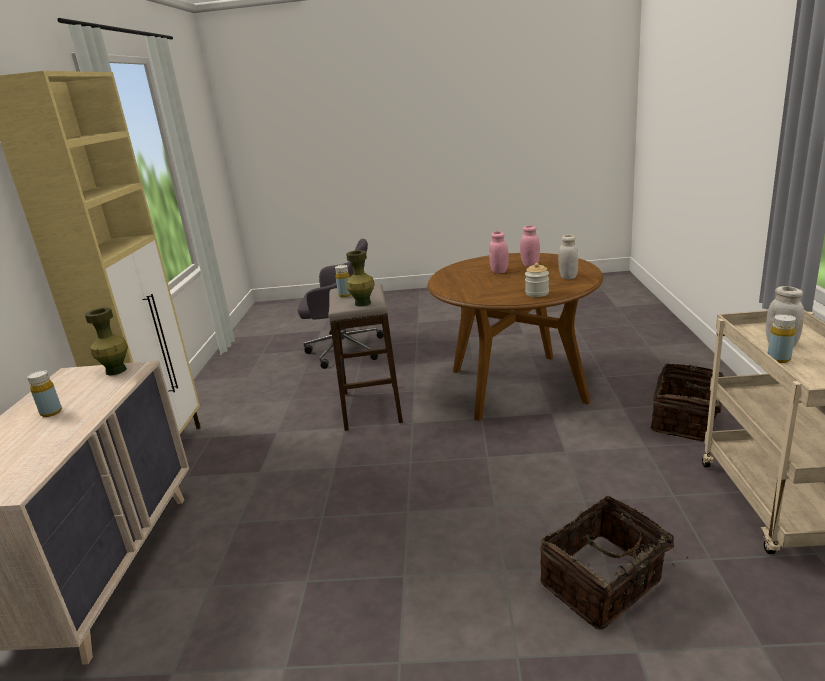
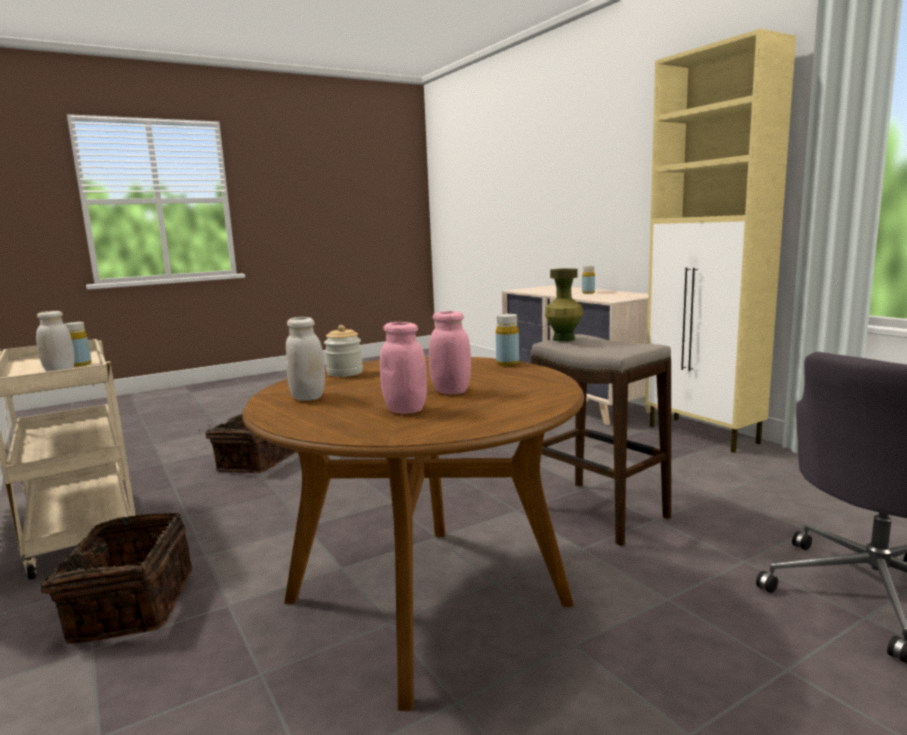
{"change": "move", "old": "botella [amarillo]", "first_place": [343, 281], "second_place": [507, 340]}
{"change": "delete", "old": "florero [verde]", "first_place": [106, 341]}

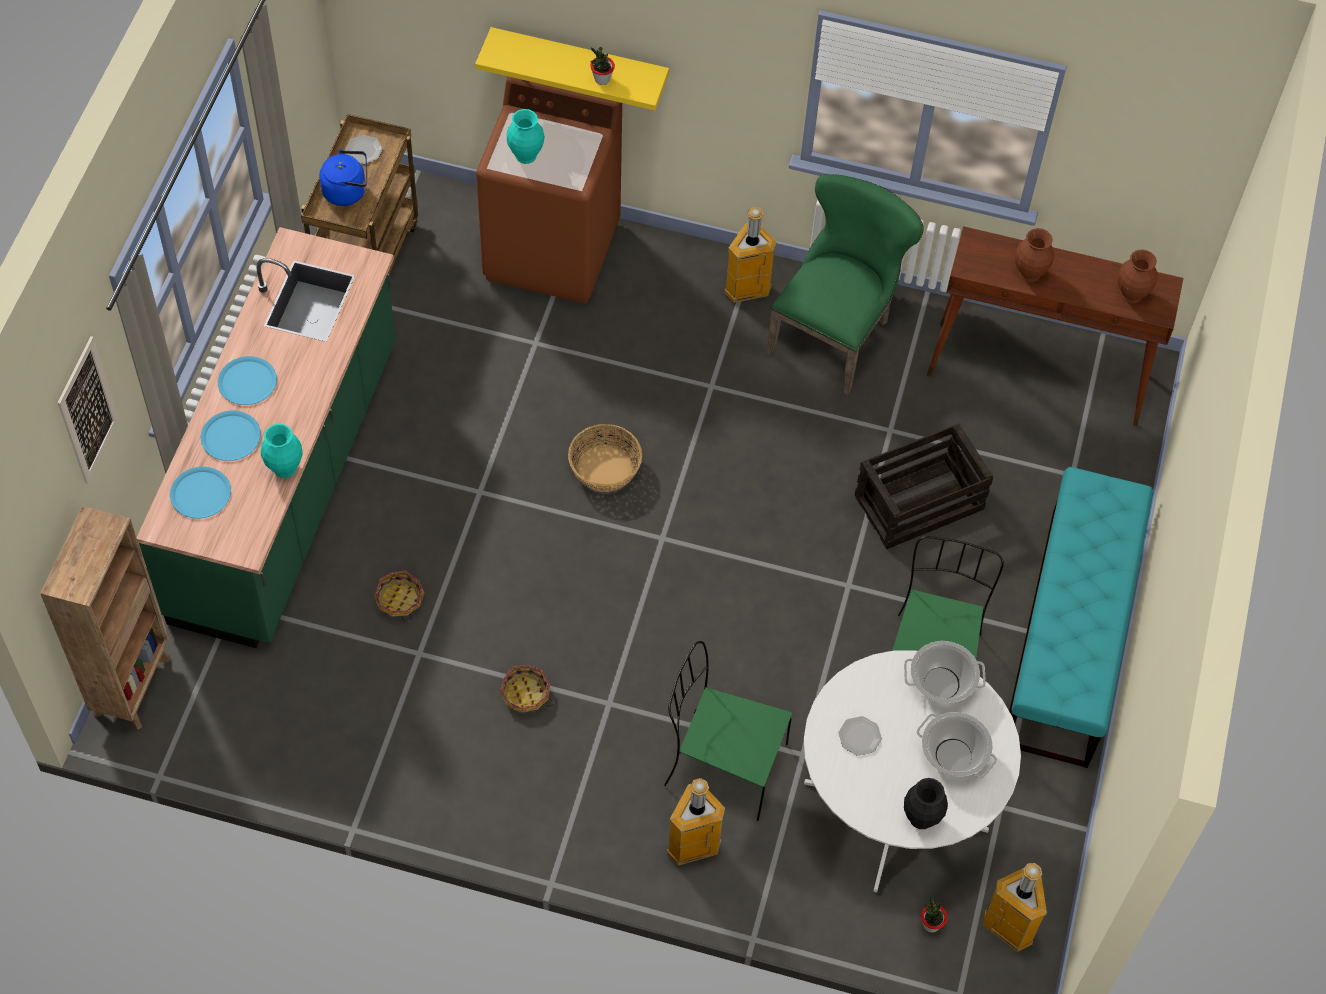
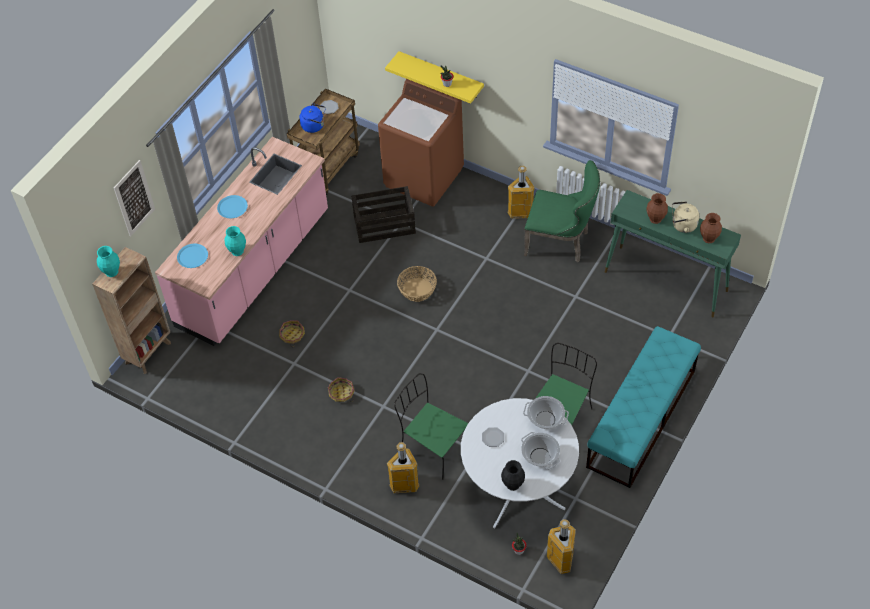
{"change": "move", "old": "florero [turquesa]", "first_place": [526, 136], "second_place": [108, 261]}
{"change": "rotate", "old": "silla [verde]", "first_place": [845, 284], "second_place": [562, 211], "degrees": 60}
{"change": "recolor", "old": "mesa consola [marrón]", "new": "mesa consola [verde]", "first_place": [1055, 326], "second_place": [673, 254]}
{"change": "recolor", "old": "mueble bajo de cocina [verde]", "new": "mueble bajo de cocina [rosa]", "first_place": [266, 437], "second_place": [241, 241]}
{"change": "delete", "old": "plato [azul]", "first_place": [231, 436]}
{"change": "move", "old": "caja de embalaje", "first_place": [924, 486], "second_place": [383, 214]}
{"change": "insert", "new": "hervidor [beis]", "second_place": [685, 217]}

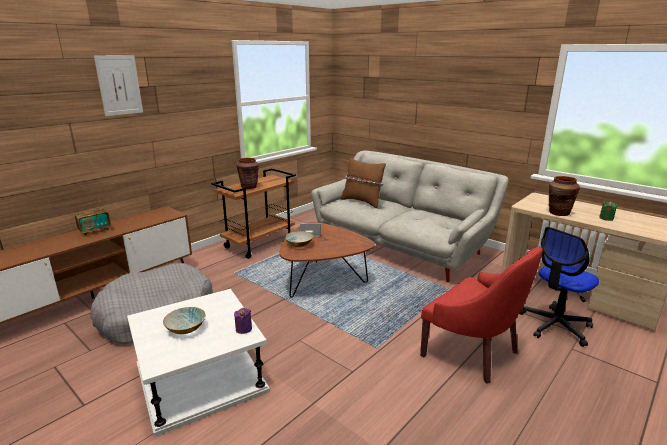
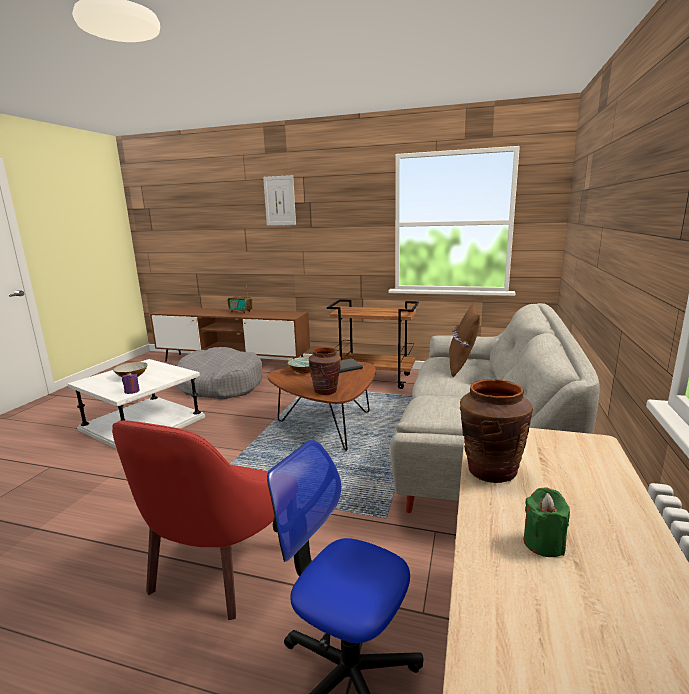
{"change": "move", "old": "florero [marrón]", "first_place": [247, 173], "second_place": [325, 371]}

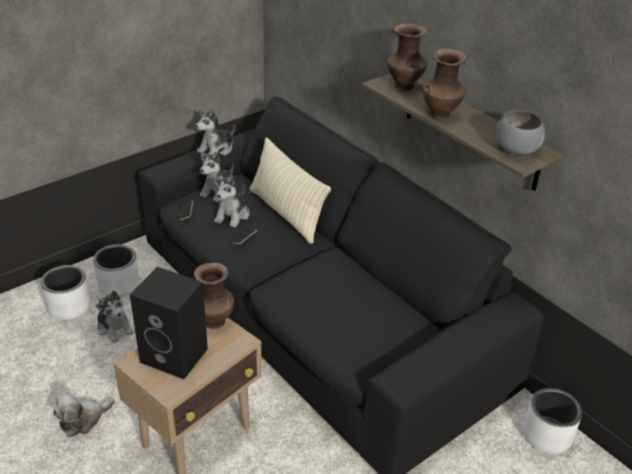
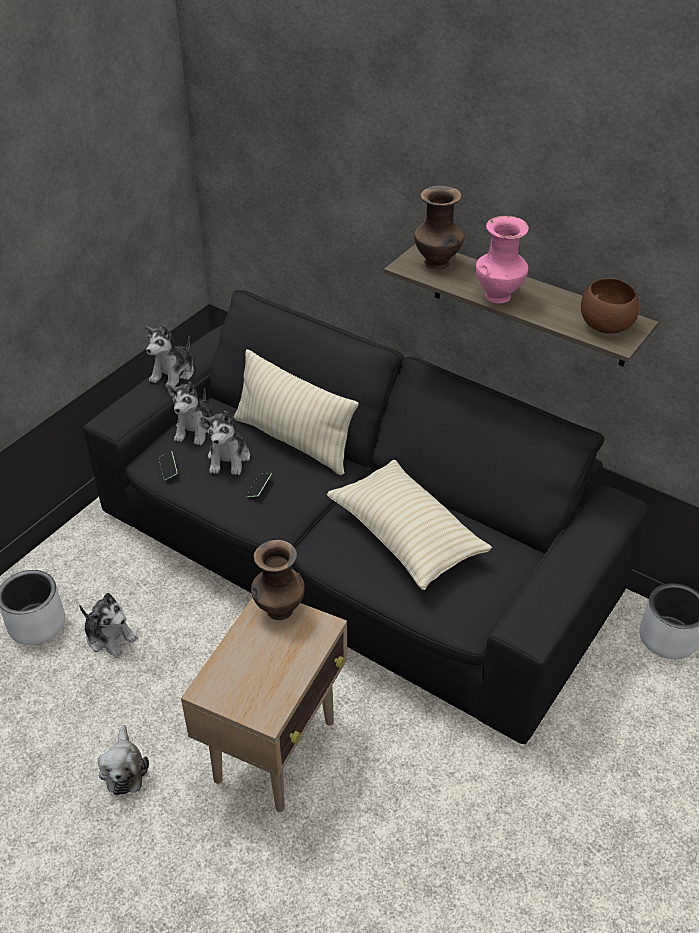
{"change": "recolor", "old": "florero [marrón]", "new": "florero [rosa]", "first_place": [444, 84], "second_place": [502, 259]}
{"change": "recolor", "old": "cuenco [gris]", "new": "cuenco [marrón]", "first_place": [520, 132], "second_place": [610, 306]}
{"change": "delete", "old": "maceta [blanco]", "first_place": [116, 270]}
{"change": "delete", "old": "altavoz [negro]", "first_place": [169, 323]}
{"change": "rotate", "old": "peluche", "first_place": [84, 415], "second_place": [123, 760], "degrees": -45}
{"change": "insert", "new": "cojín [beis]", "second_place": [409, 525]}

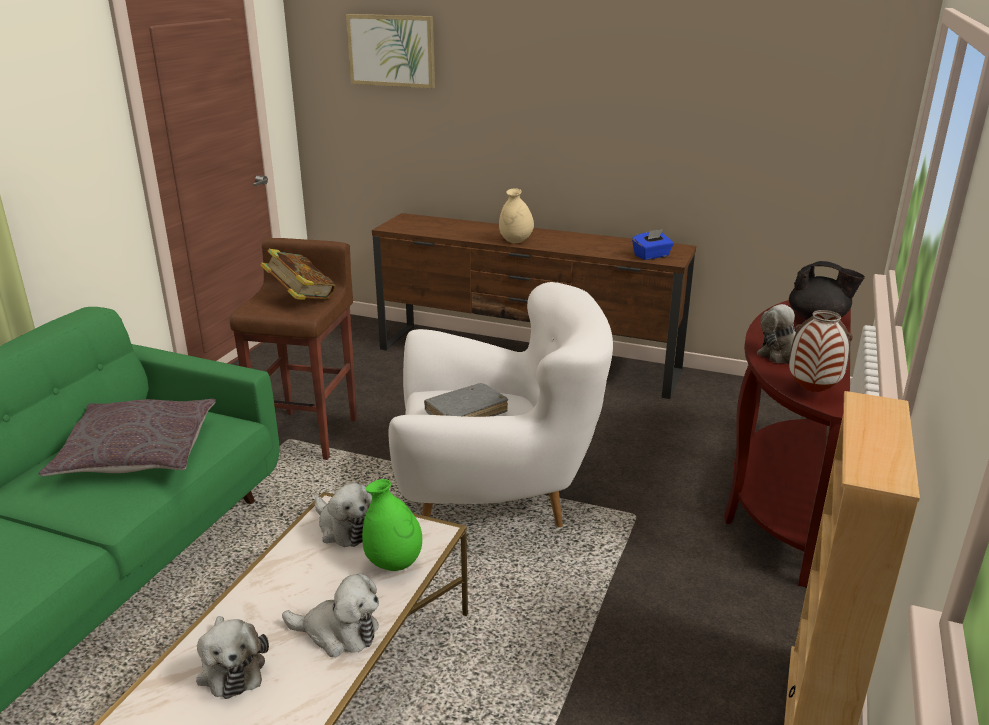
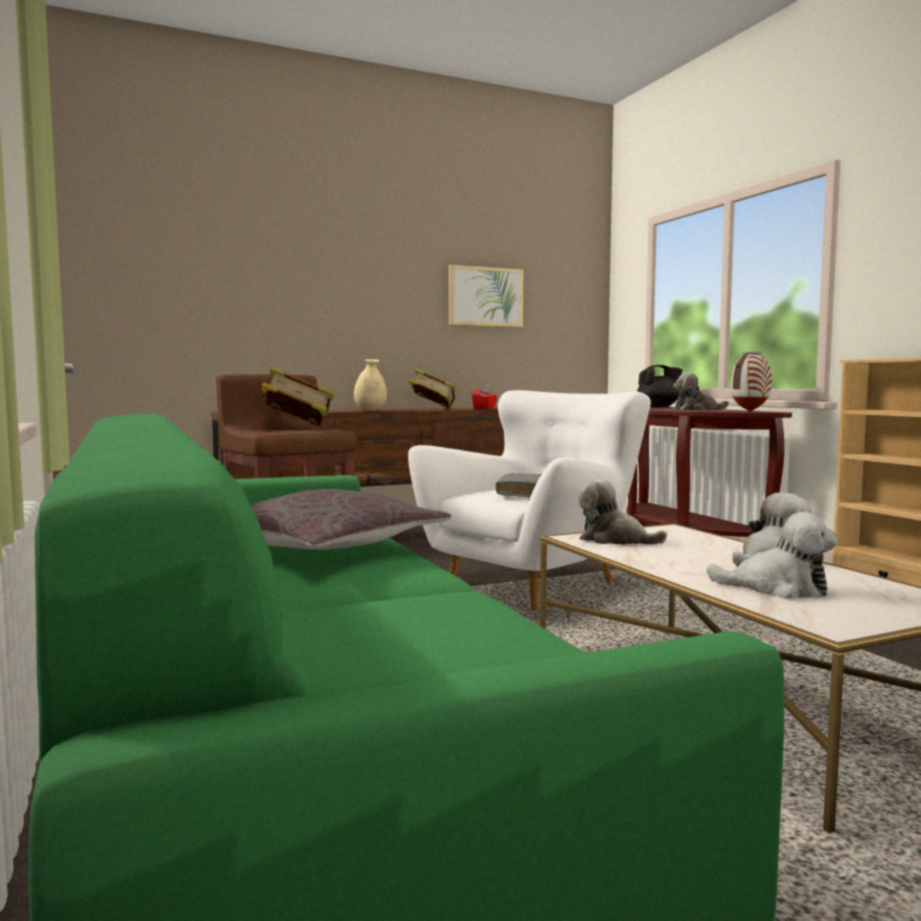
{"change": "move", "old": "cuadro", "first_place": [390, 51], "second_place": [486, 296]}
{"change": "recolor", "old": "caja de pañuelos [azul]", "new": "caja de pañuelos [rojo]", "first_place": [653, 244], "second_place": [485, 397]}
{"change": "delete", "old": "florero [verde]", "first_place": [392, 525]}
{"change": "rotate", "old": "peluche", "first_place": [343, 515], "second_place": [623, 512], "degrees": -150}
{"change": "insert", "new": "libro", "second_place": [432, 388]}

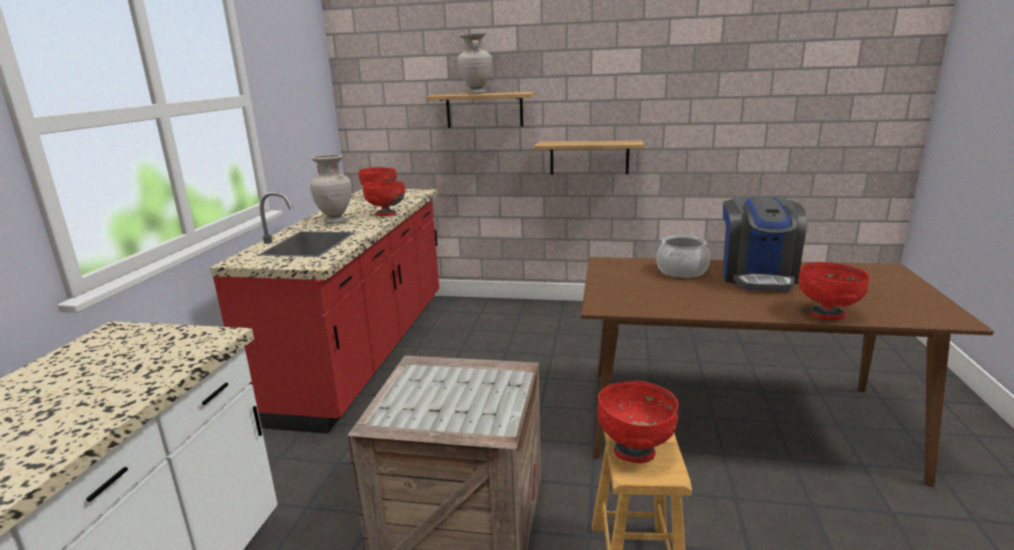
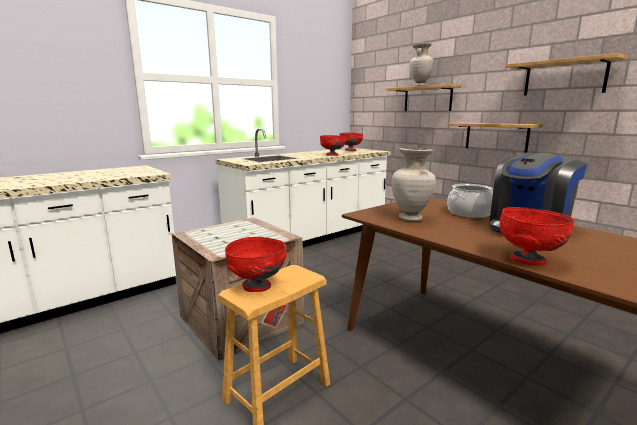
{"change": "move", "old": "florero [beis]", "first_place": [331, 189], "second_place": [414, 184]}
{"change": "recolor", "old": "mueble bajo de cocina [rojo]", "new": "mueble bajo de cocina [blanco]", "first_place": [324, 311], "second_place": [302, 187]}
{"change": "insert", "new": "estante", "second_place": [566, 74]}

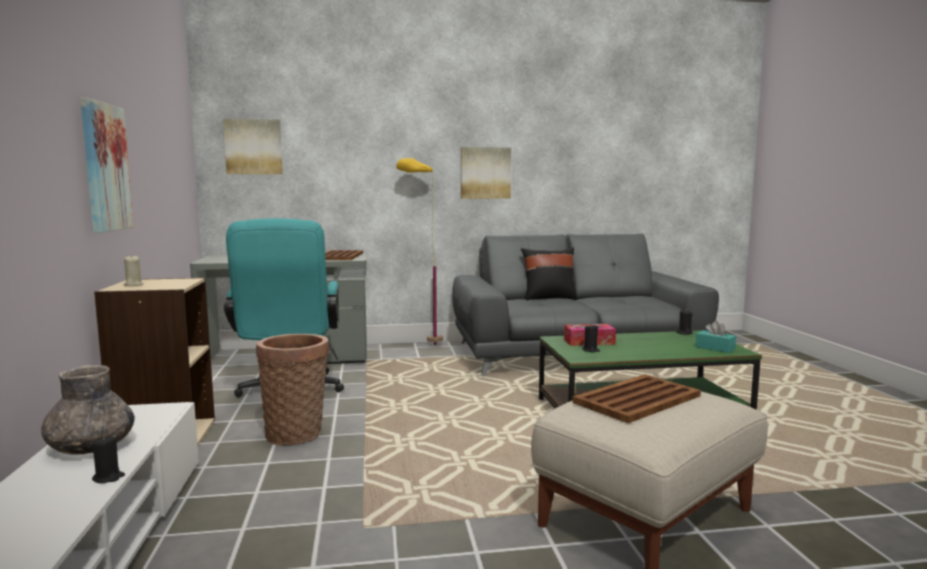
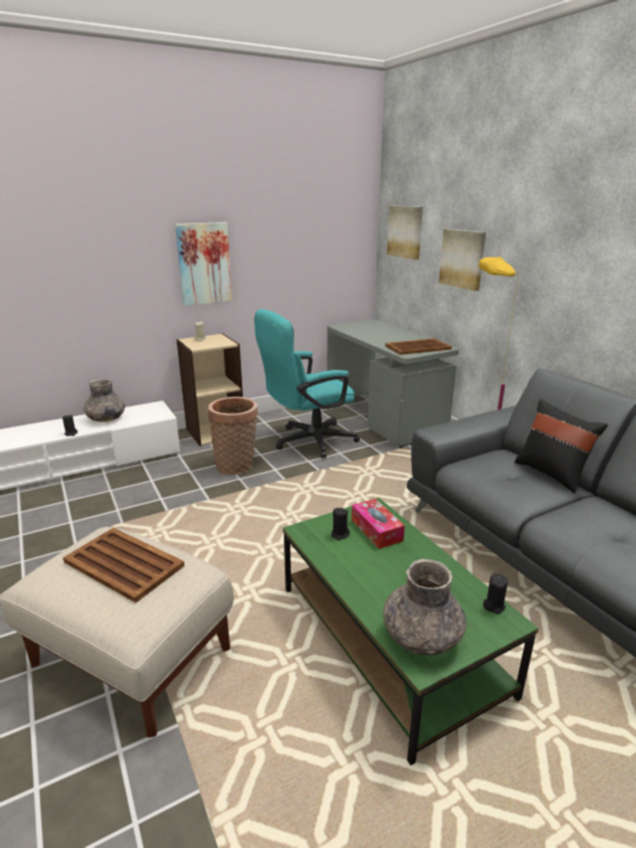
{"change": "move", "old": "cuadro", "first_place": [486, 173], "second_place": [462, 260]}
{"change": "replace", "old": "caja de pañuelos [turquesa]", "new": "florero [gris]", "first_place": [716, 337], "second_place": [424, 607]}

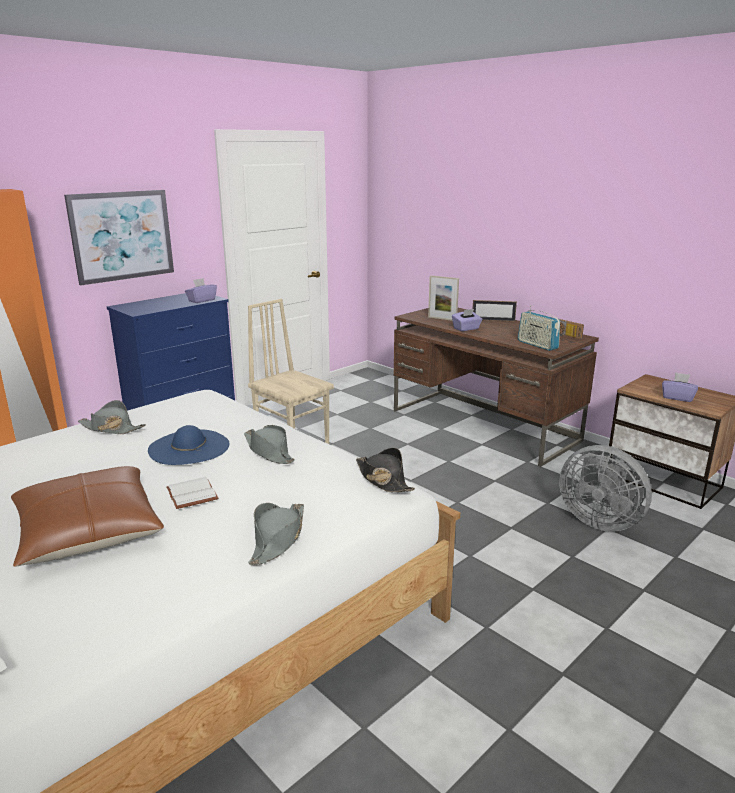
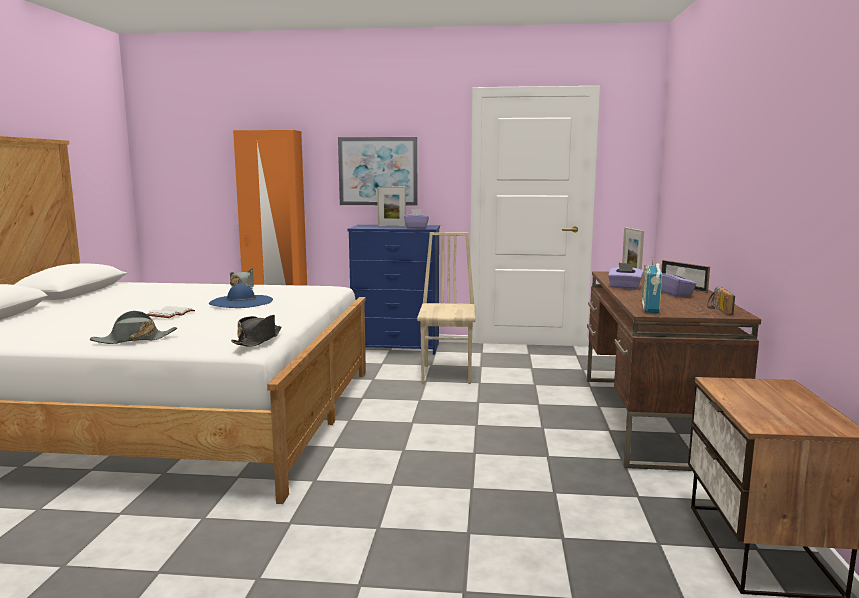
{"change": "move", "old": "caja de pañuelos [morado]", "first_place": [680, 387], "second_place": [679, 282]}
{"change": "delete", "old": "sombrero [gris]", "first_place": [269, 444]}
{"change": "delete", "old": "ventilador [gris]", "first_place": [605, 488]}
{"change": "delete", "old": "cojín [marrón]", "first_place": [87, 516]}
{"change": "insert", "new": "portarretratos", "second_place": [391, 207]}

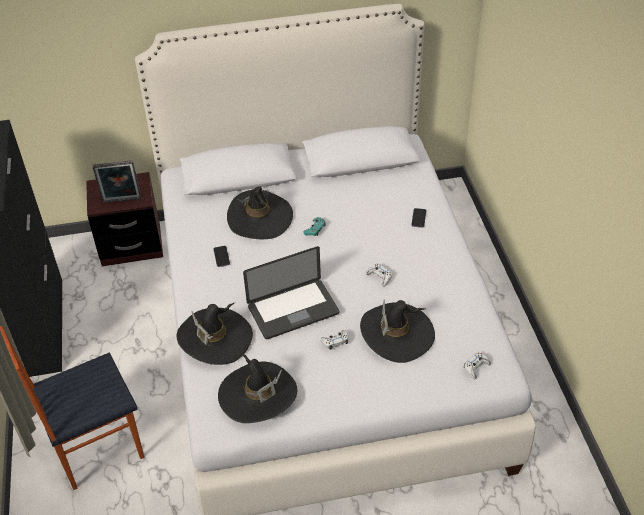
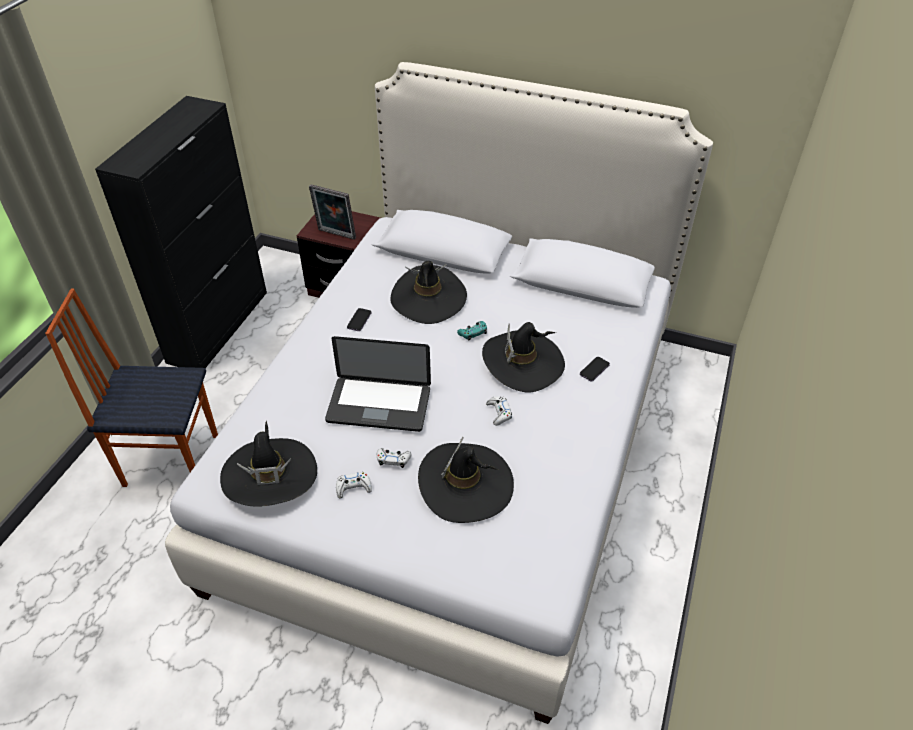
{"change": "move", "old": "sombrero [negro]", "first_place": [215, 333], "second_place": [523, 357]}
{"change": "move", "old": "mando de consola [blanco]", "first_place": [477, 365], "second_place": [354, 485]}

